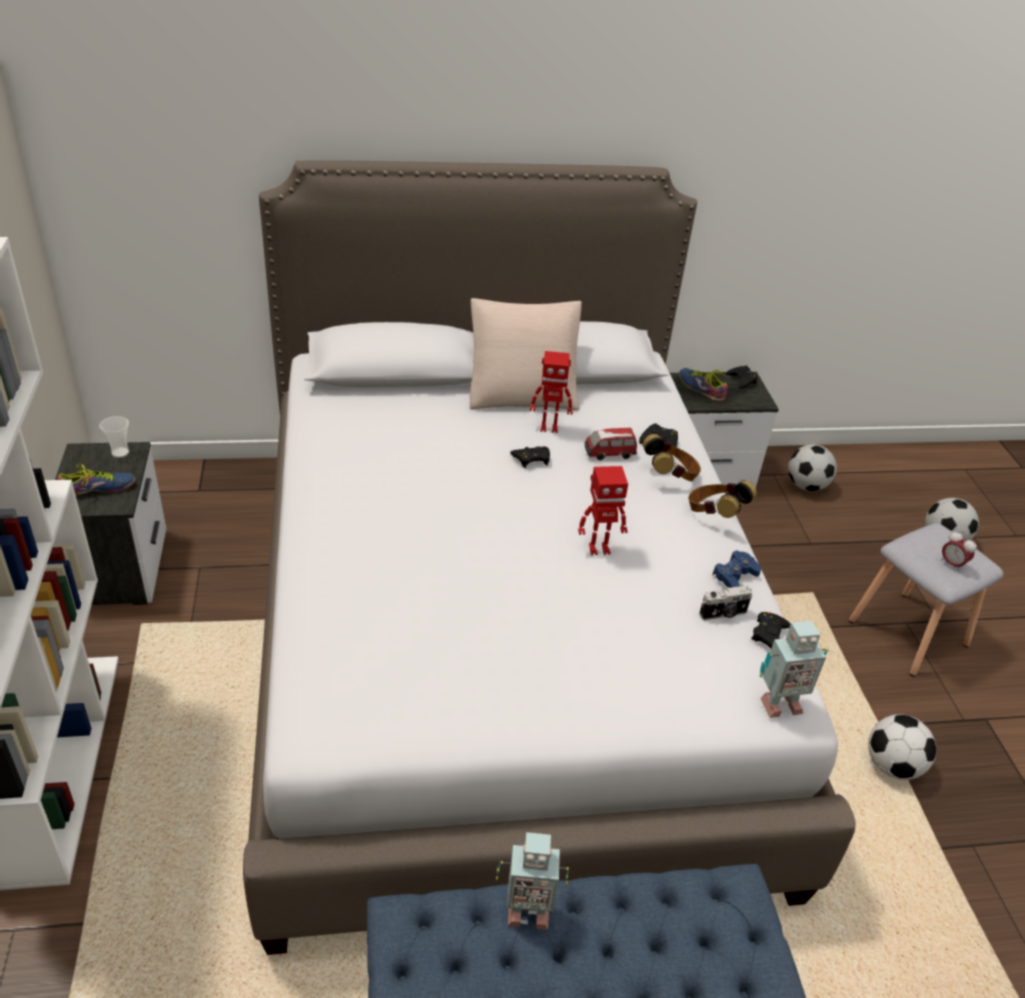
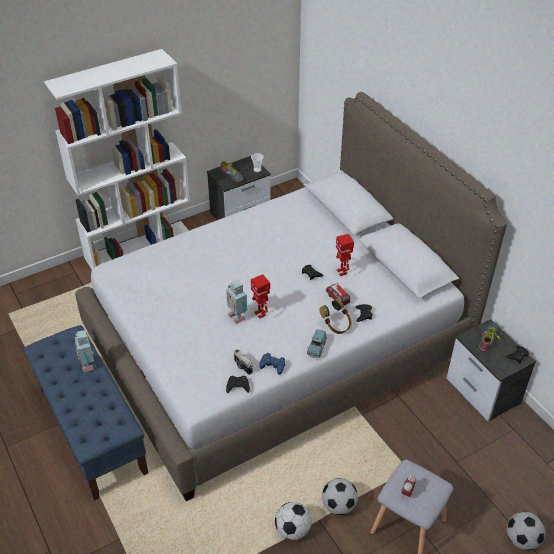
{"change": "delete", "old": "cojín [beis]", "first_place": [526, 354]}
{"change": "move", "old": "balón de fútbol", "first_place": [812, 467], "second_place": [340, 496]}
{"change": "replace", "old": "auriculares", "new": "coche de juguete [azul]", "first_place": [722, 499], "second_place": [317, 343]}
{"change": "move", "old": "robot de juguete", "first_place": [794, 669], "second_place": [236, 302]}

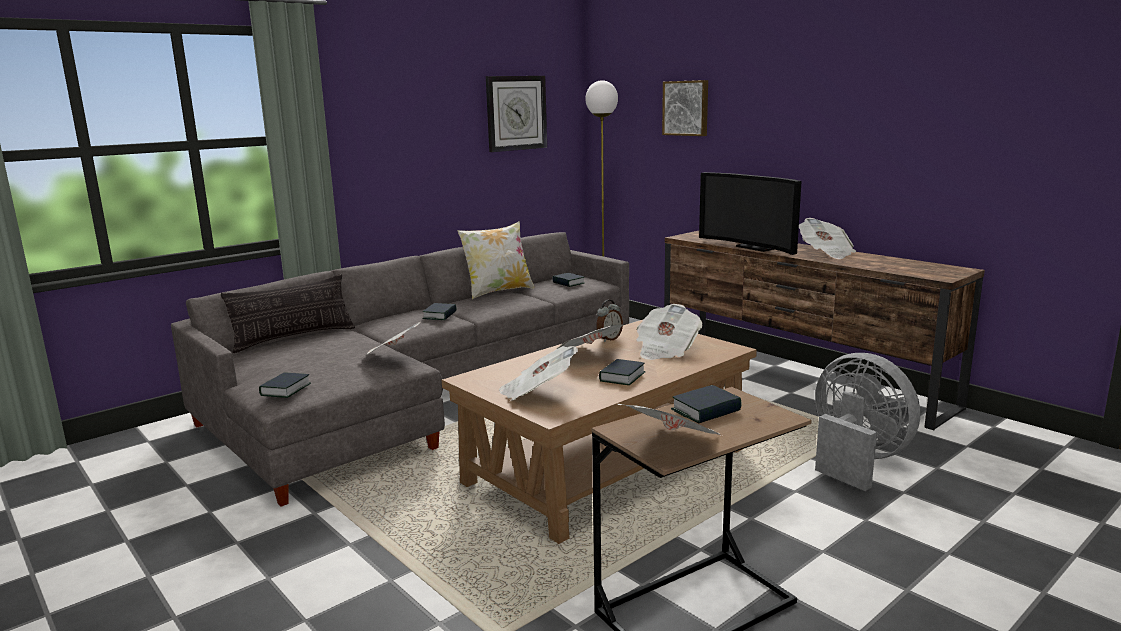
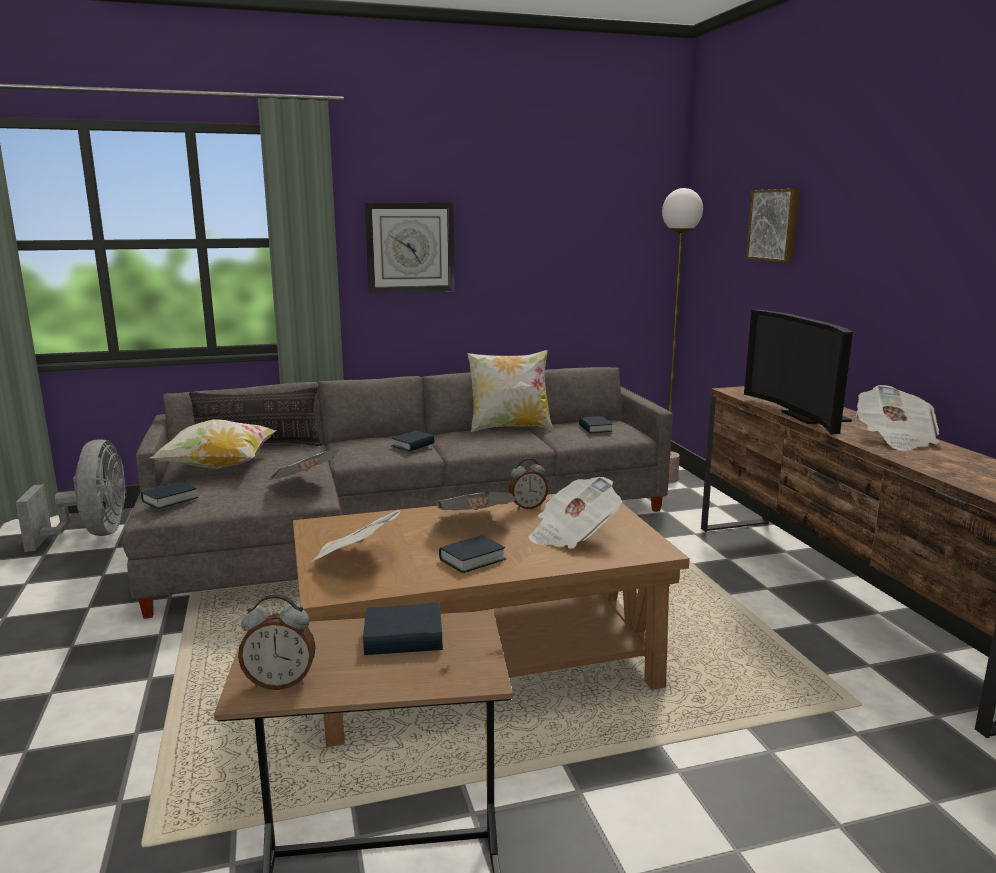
{"change": "move", "old": "reloj de pared", "first_place": [516, 114], "second_place": [410, 248]}
{"change": "move", "old": "ventilador [gris]", "first_place": [867, 422], "second_place": [71, 495]}
{"change": "replace", "old": "periódico", "new": "despertador", "first_place": [669, 420], "second_place": [277, 642]}
{"change": "insert", "new": "cojín", "second_place": [213, 444]}

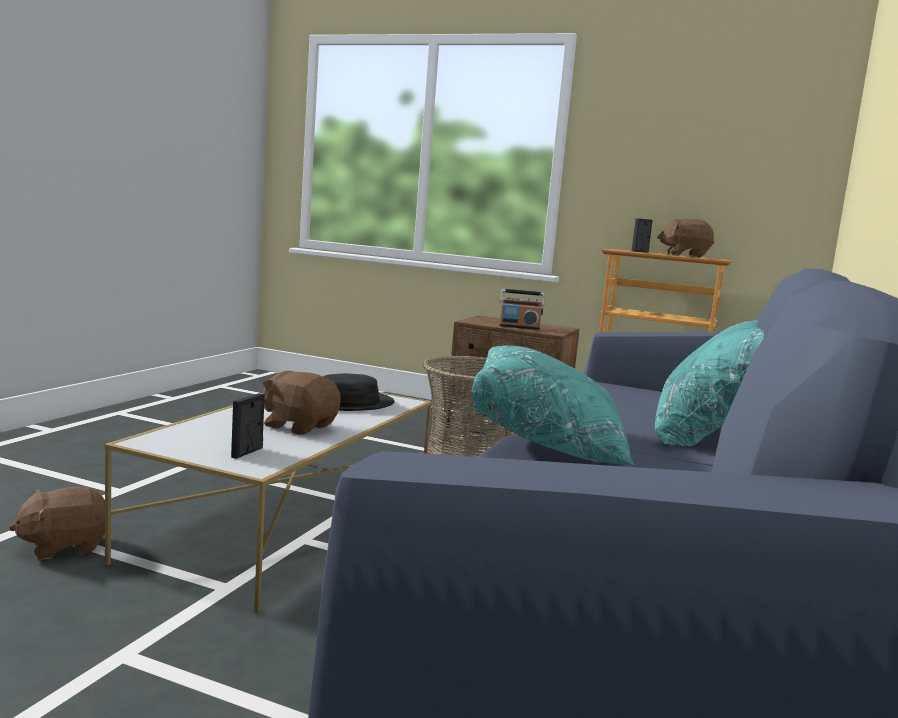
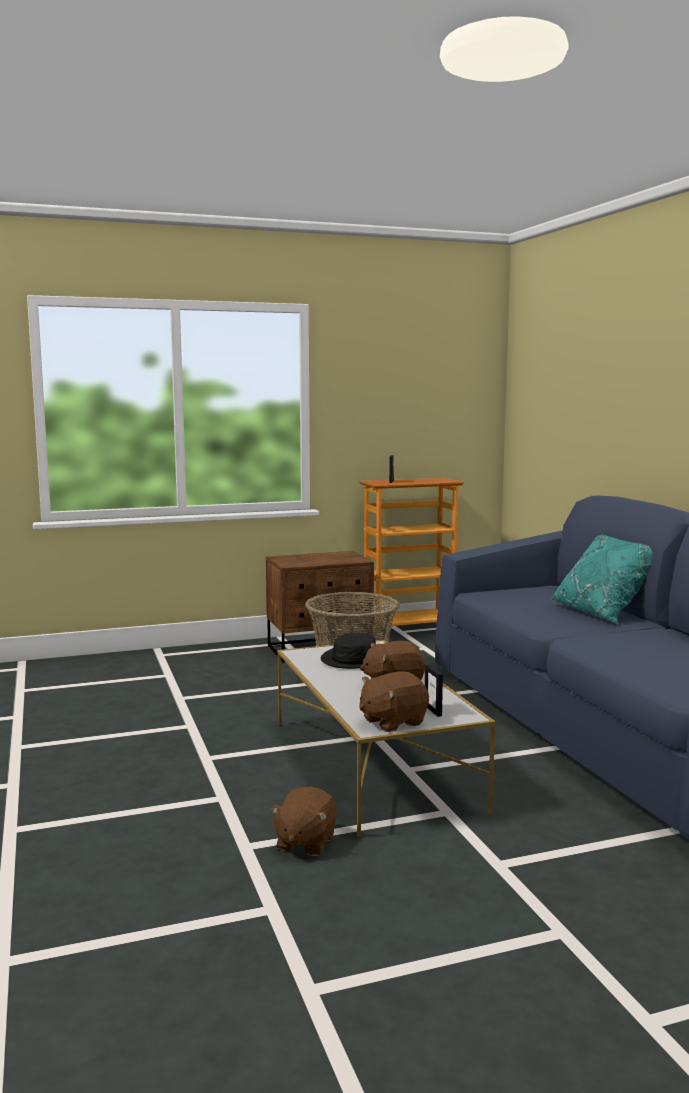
{"change": "move", "old": "peluche [marrón]", "first_place": [685, 238], "second_place": [394, 701]}
{"change": "delete", "old": "radio", "first_place": [522, 309]}
{"change": "delete", "old": "cojín [turquesa]", "first_place": [552, 405]}

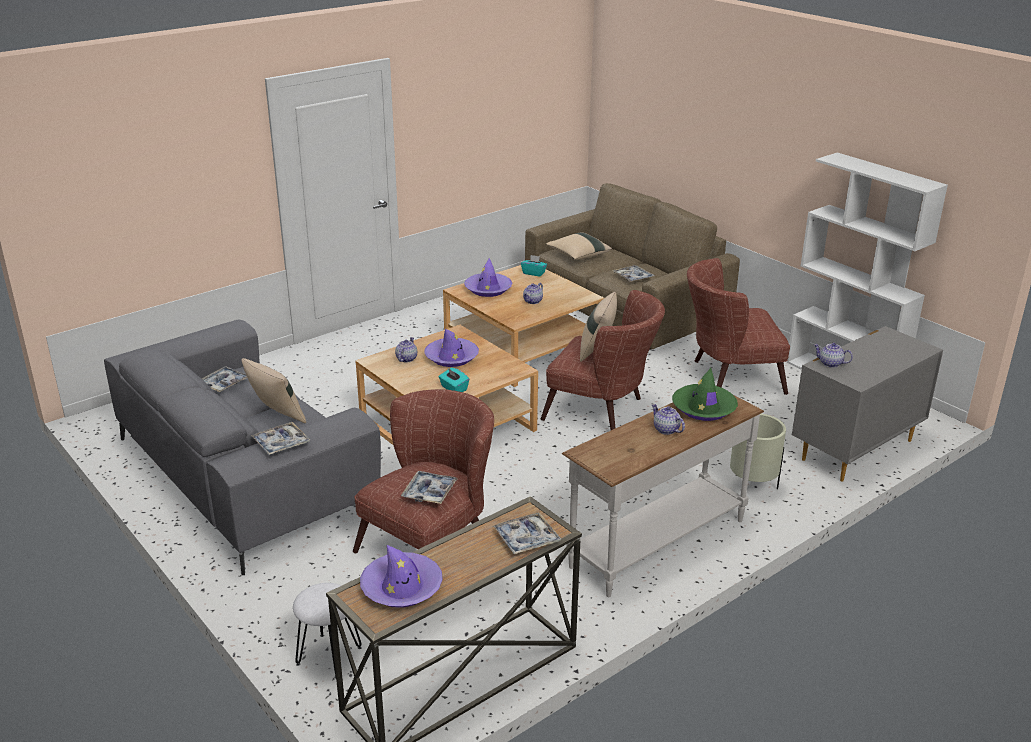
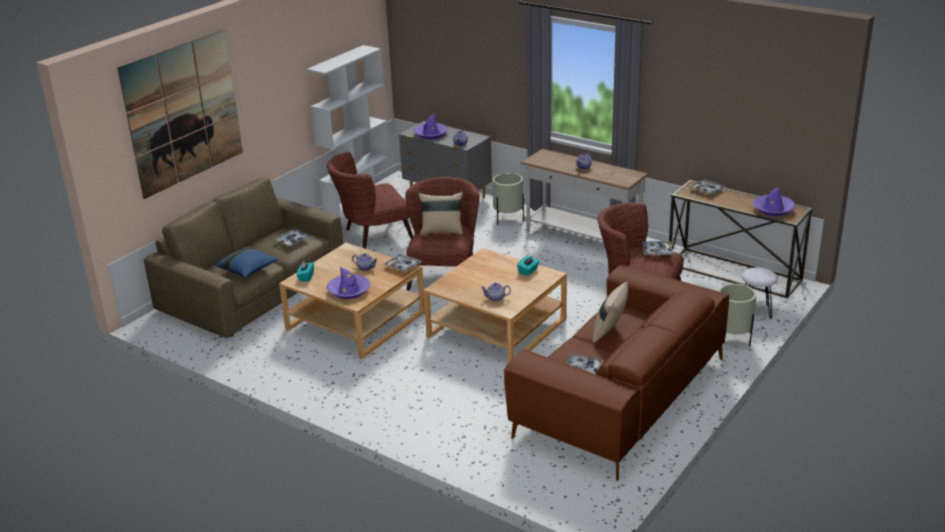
{"change": "recolor", "old": "cojín [beis]", "new": "cojín [azul]", "first_place": [579, 246], "second_place": [246, 262]}
{"change": "rotate", "old": "sillón [marrón]", "first_place": [738, 326], "second_place": [370, 200], "degrees": 90}
{"change": "recolor", "old": "sofá [gris]", "new": "sofá [marrón]", "first_place": [242, 447], "second_place": [616, 373]}
{"change": "move", "old": "sombrero [morado]", "first_place": [451, 348], "second_place": [431, 126]}
{"change": "delete", "old": "sombrero [verde]", "first_place": [705, 394]}
{"change": "move", "old": "bandeja", "first_place": [280, 438], "second_place": [403, 263]}
{"change": "insert", "new": "cuadro", "second_place": [180, 114]}
{"change": "insert", "new": "maceta [beis]", "second_place": [737, 315]}

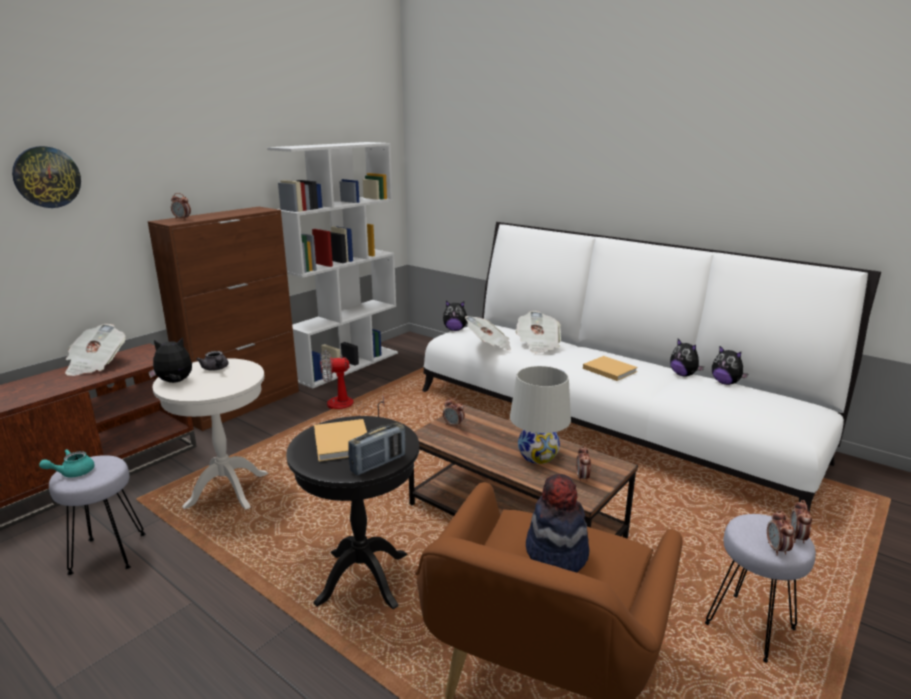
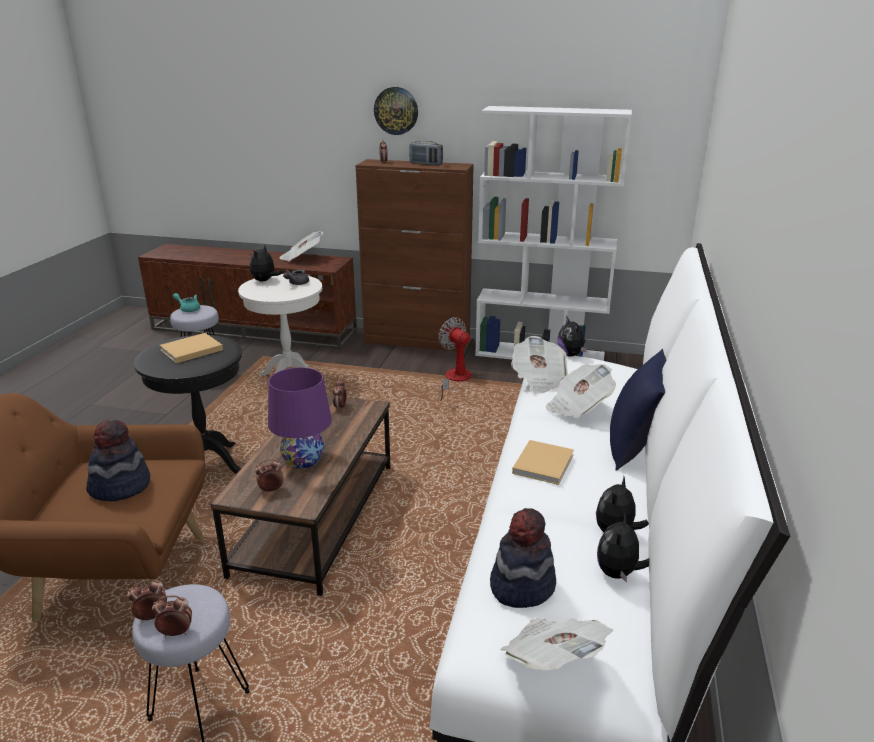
{"change": "move", "old": "reloj de pared", "first_place": [46, 177], "second_place": [396, 111]}
{"change": "rotate", "old": "peluche", "first_place": [170, 360], "second_place": [266, 263], "degrees": -120}
{"change": "recolor", "old": "lámpara de mesa [blanco]", "new": "lámpara de mesa [morado]", "first_place": [540, 415], "second_place": [300, 417]}
{"change": "move", "old": "radio", "first_place": [377, 448], "second_place": [426, 153]}
{"change": "insert", "new": "cojín [azul]", "second_place": [638, 410]}
{"change": "insert", "new": "sombrero", "second_place": [523, 558]}
{"change": "insert", "new": "periódico", "second_place": [556, 644]}

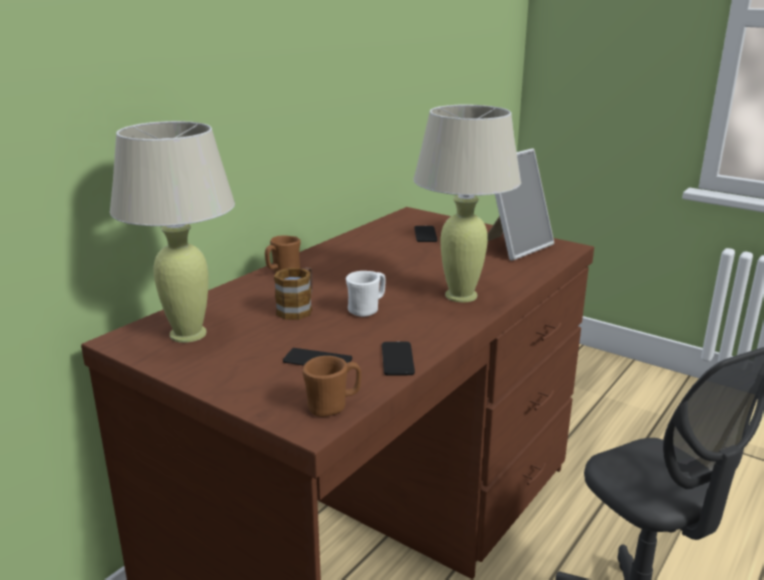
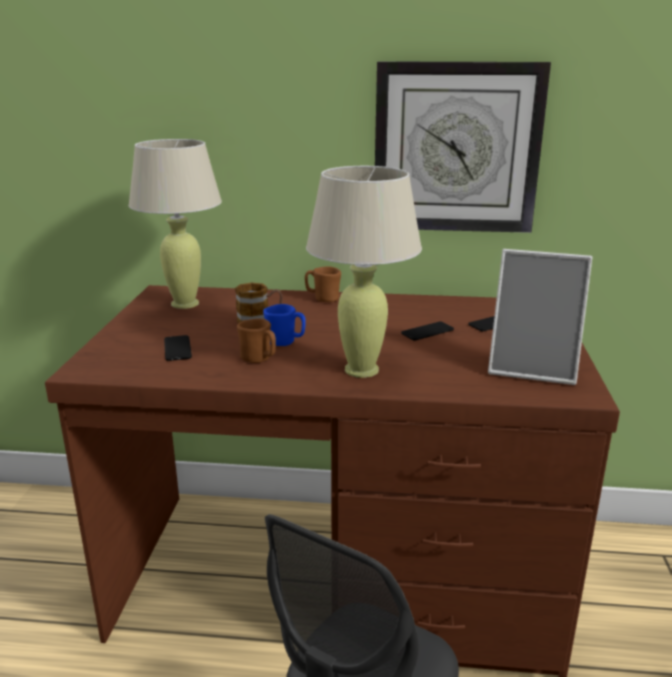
{"change": "recolor", "old": "taza grande [blanco]", "new": "taza grande [azul]", "first_place": [366, 294], "second_place": [284, 325]}
{"change": "move", "old": "móvil", "first_place": [398, 358], "second_place": [427, 331]}
{"change": "move", "old": "taza grande [marrón]", "first_place": [331, 386], "second_place": [256, 341]}
{"change": "insert", "new": "reloj de pared", "second_place": [463, 147]}

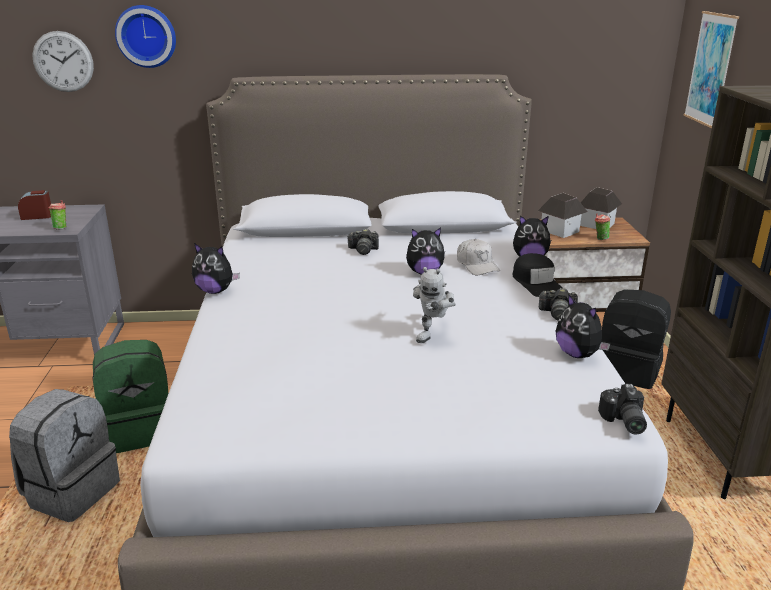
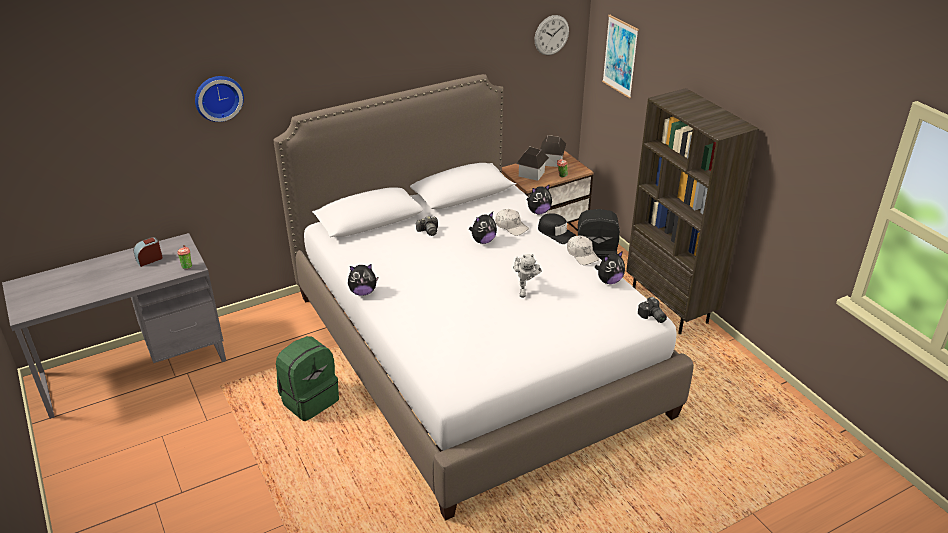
{"change": "move", "old": "reloj de pared", "first_place": [63, 61], "second_place": [551, 35]}
{"change": "replace", "old": "cámara", "new": "gorra [blanco]", "first_place": [558, 304], "second_place": [583, 250]}
{"change": "rotate", "old": "peluche", "first_place": [583, 326], "second_place": [609, 267], "degrees": -60}
{"change": "delete", "old": "mochila [gris]", "first_place": [64, 455]}

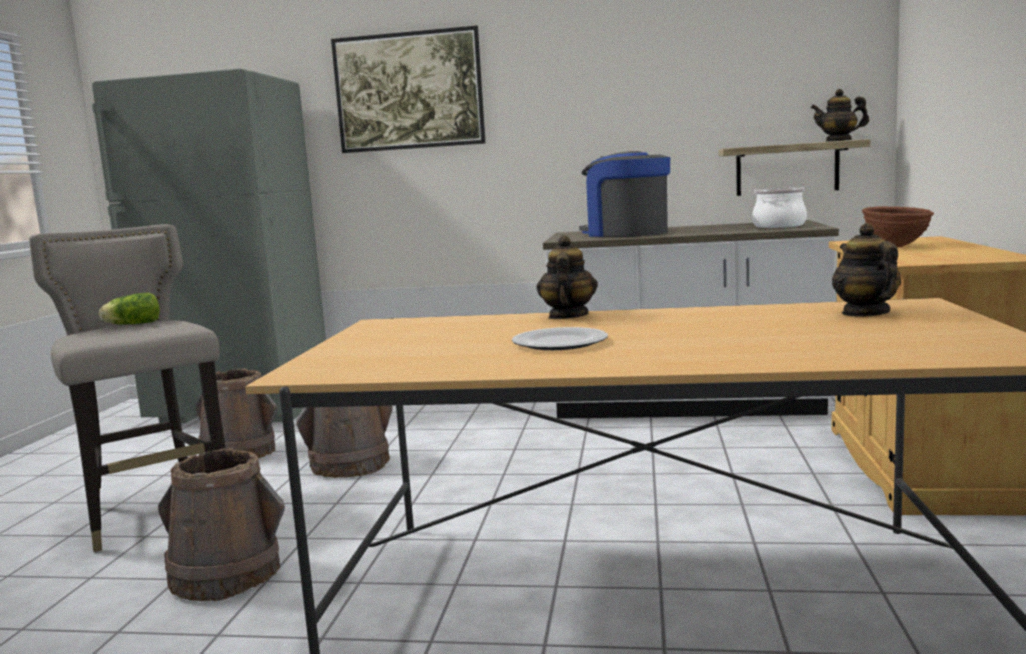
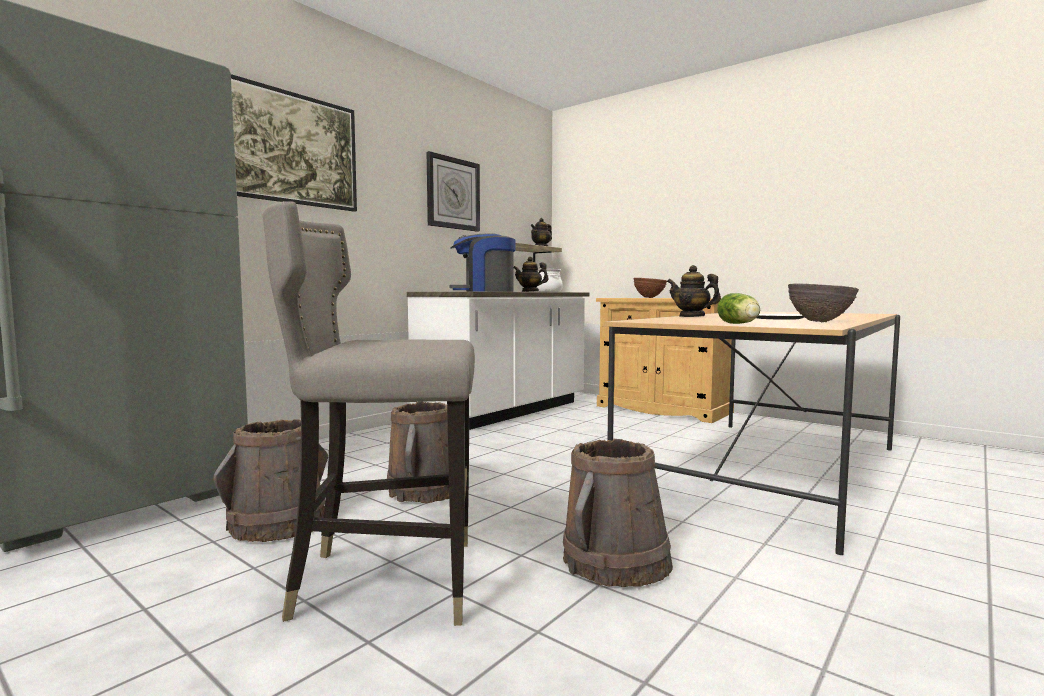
{"change": "move", "old": "tetera", "first_place": [866, 270], "second_place": [530, 274]}
{"change": "move", "old": "lechuga", "first_place": [129, 309], "second_place": [738, 308]}
{"change": "insert", "new": "reloj de pared", "second_place": [453, 191]}
{"change": "insert", "new": "cuenco [marrón]", "second_place": [823, 303]}

